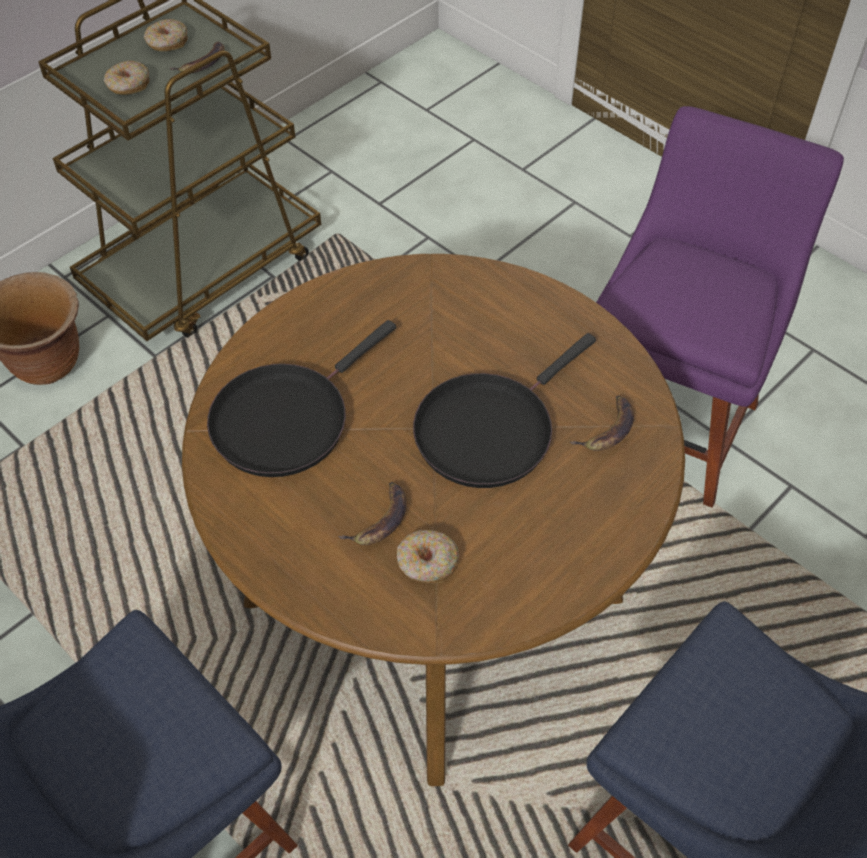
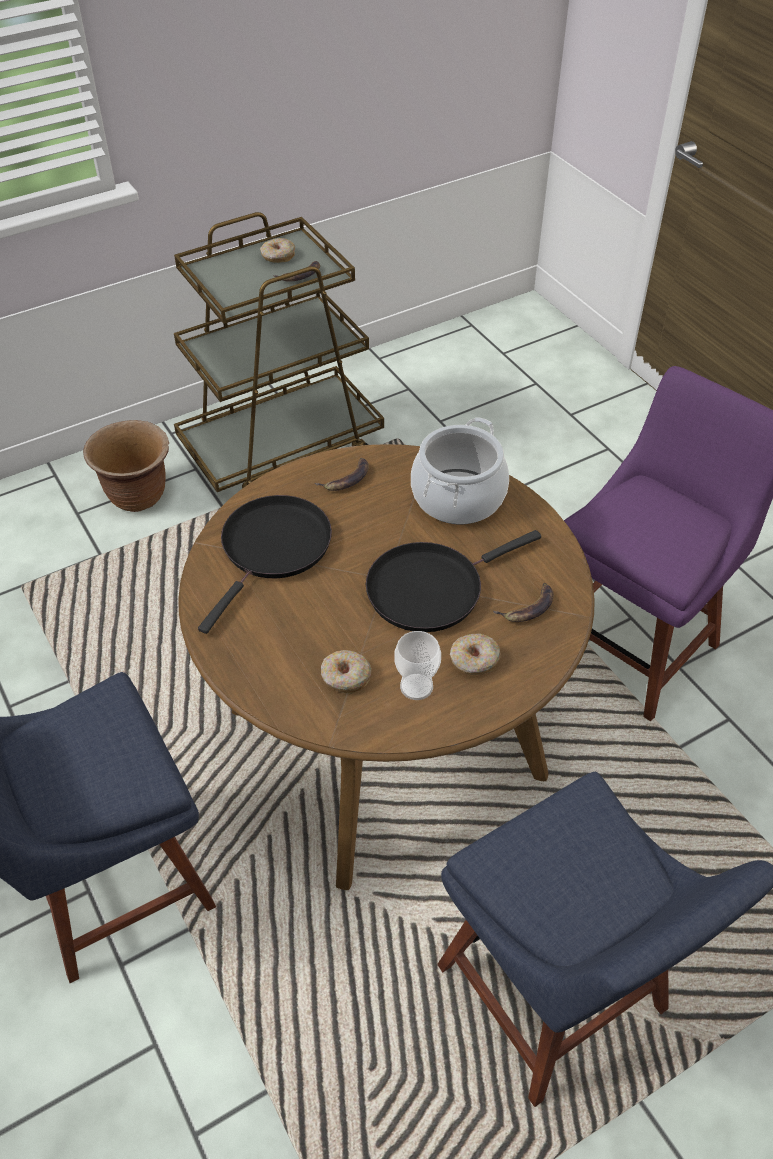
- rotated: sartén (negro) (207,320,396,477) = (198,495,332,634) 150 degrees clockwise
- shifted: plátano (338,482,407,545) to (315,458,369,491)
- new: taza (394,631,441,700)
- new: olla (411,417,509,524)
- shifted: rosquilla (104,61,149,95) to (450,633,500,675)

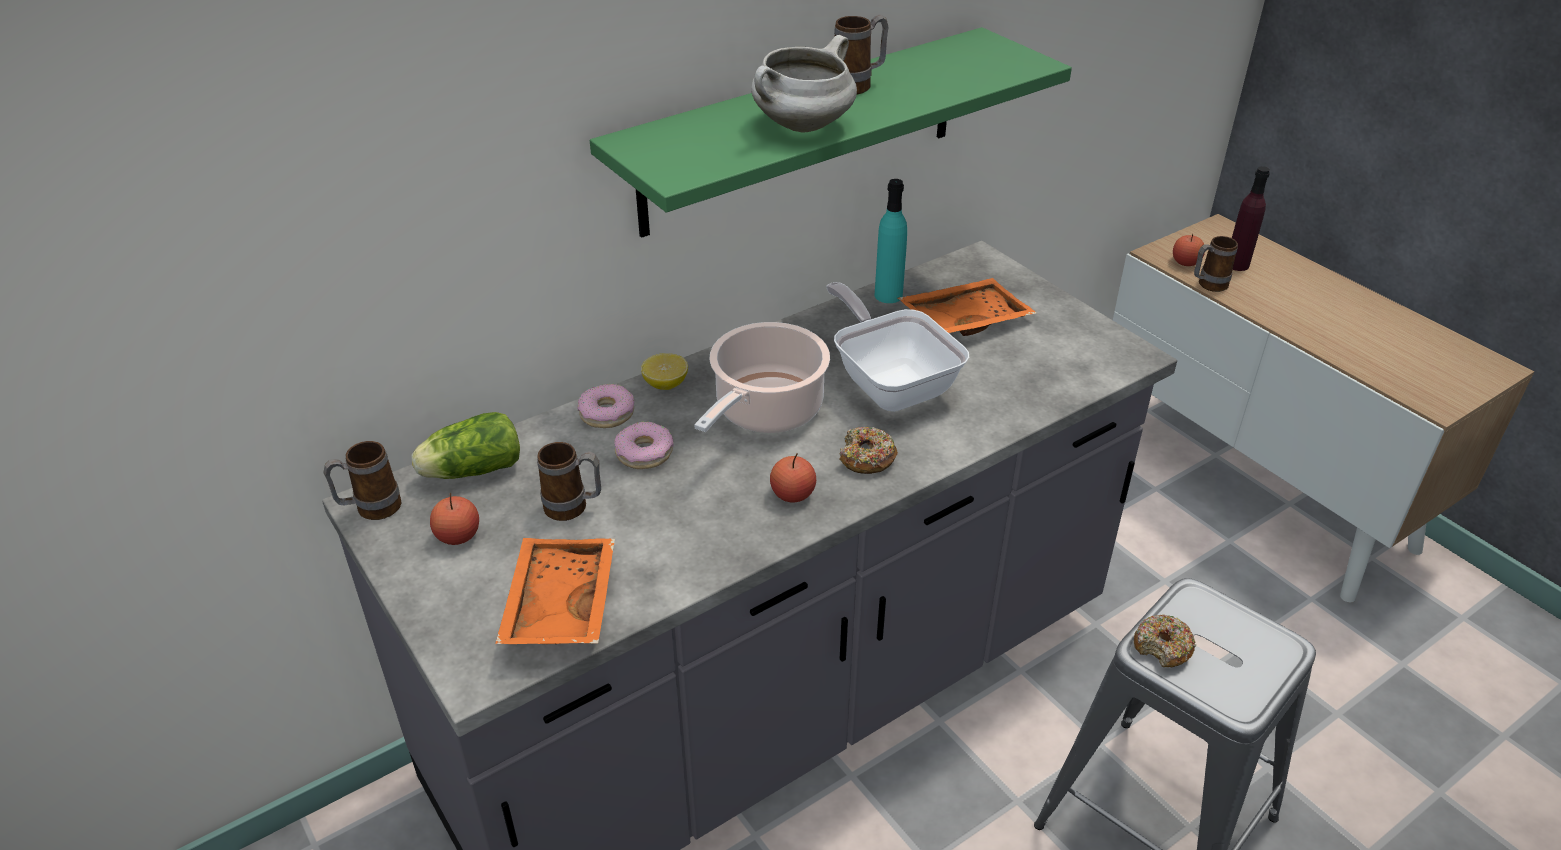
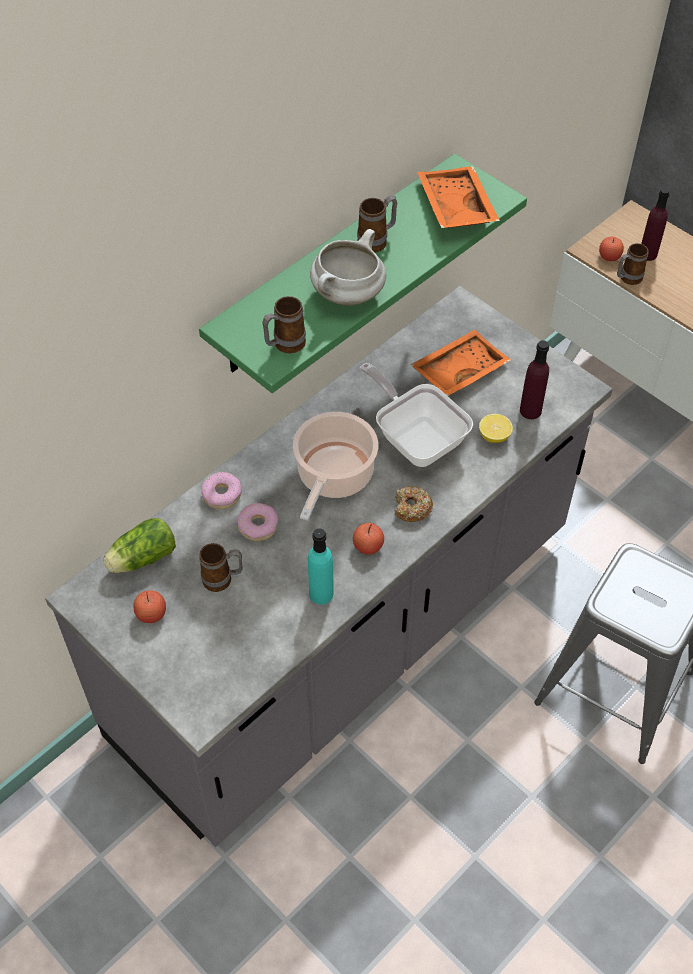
- shifted: taza grande (323,441,402,520) to (262,296,306,354)
- shifted: botella (turquesa) (875,179,907,303) to (308,528,333,605)
- shifted: bandeja (naranja) (495,538,615,644) to (417,166,500,228)
- shifted: limón (641,353,688,390) to (479,414,513,443)
- new: botella (morado) (520,340,549,419)
- gone: rosquilla (1134,614,1196,667)

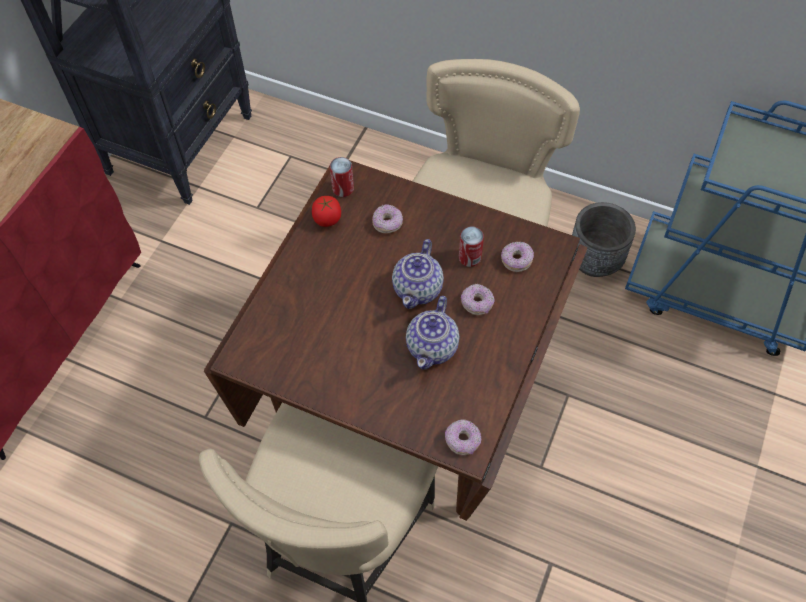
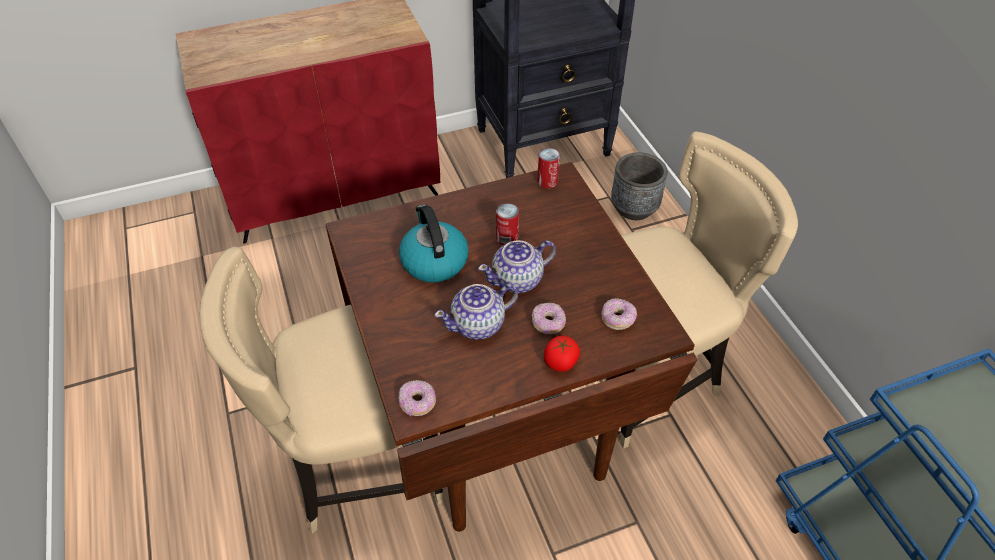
- new: hervidor (399,204,469,283)
- shifted: lata (459,227,484,267) to (496,203,519,245)
- shifted: tomate (312,196,341,227) to (544,336,580,372)
- shifted: maceta (gris) (572,202,636,277) to (611,152,668,220)
- gone: rosquilla (372,204,403,234)

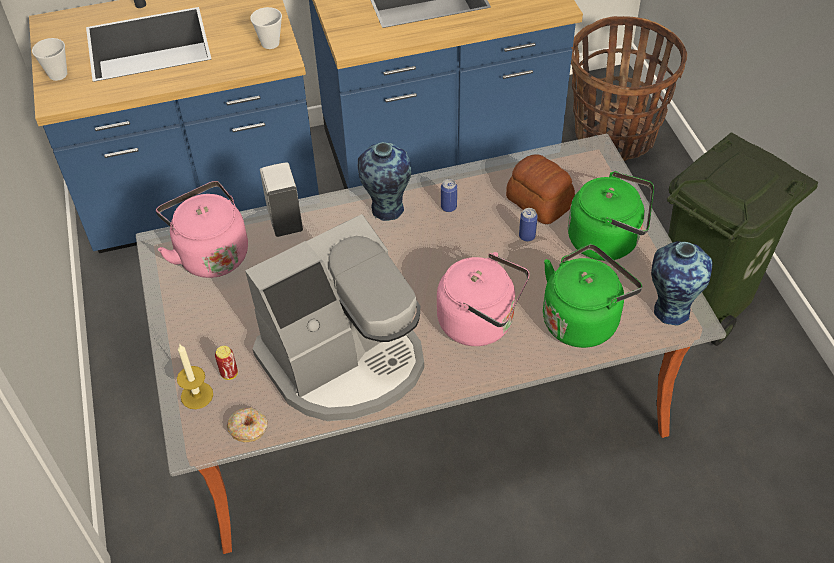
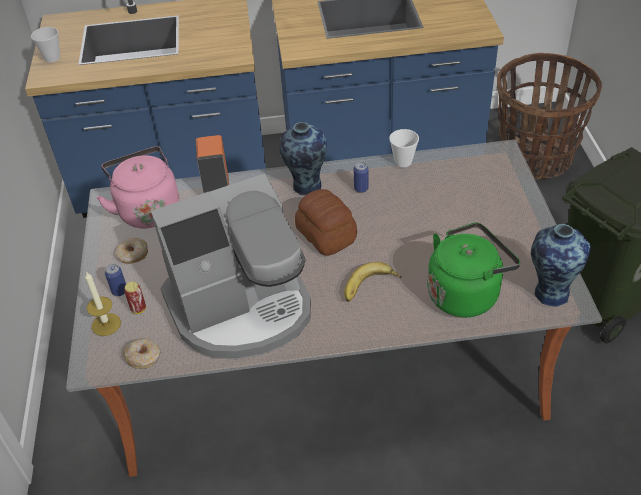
- shifted: lata (519,208,538,242) to (105,264,126,296)
- new: rosquilla (115,238,148,264)
- repainted: dispensador de jabón (blanco) (260,162,303,237) to dispensador de jabón (naranja) (196,135,229,193)
- shifted: pan (506,155,575,224) to (295,189,357,256)
- swapped: hervidor (rosa) (437,252,529,346) to plátano (344,262,401,302)
- shifted: taza (250,7,282,49) to (389,129,419,167)
- gone: hervidor (verde) (568,171,654,261)

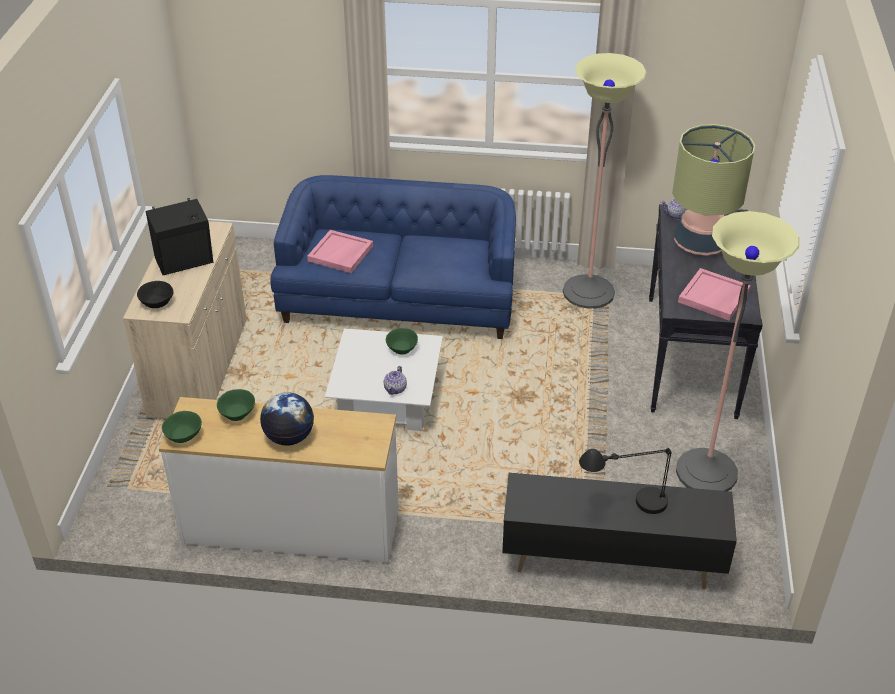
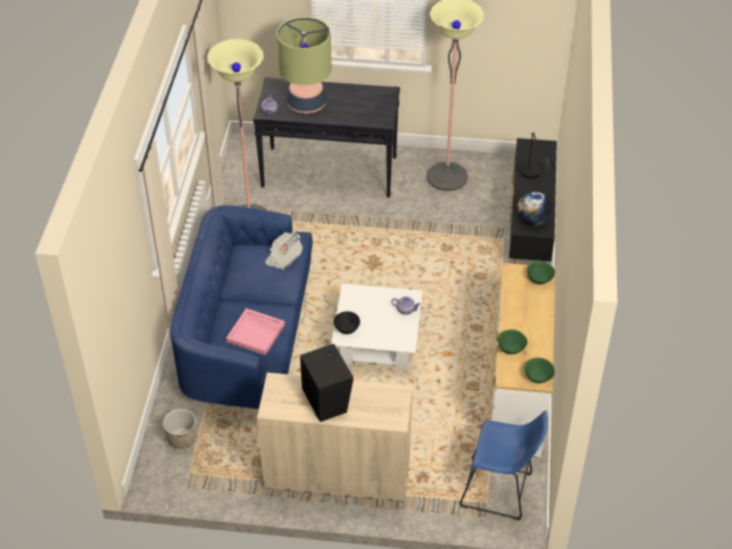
- new: maceta (163,409,197,448)
- new: periódico (265,232,302,270)
- shifted: cuenco (negro) (137,281,174,308) to (334,311,360,334)
- new: taburete (azul) (460,410,548,520)
- shifted: globo terráqueo (260,392,314,446) to (517,192,552,226)
- shifted: cuenco (verde) (386,328,418,355) to (527,261,555,285)
- gone: bandeja (rosa) (678,268,751,320)

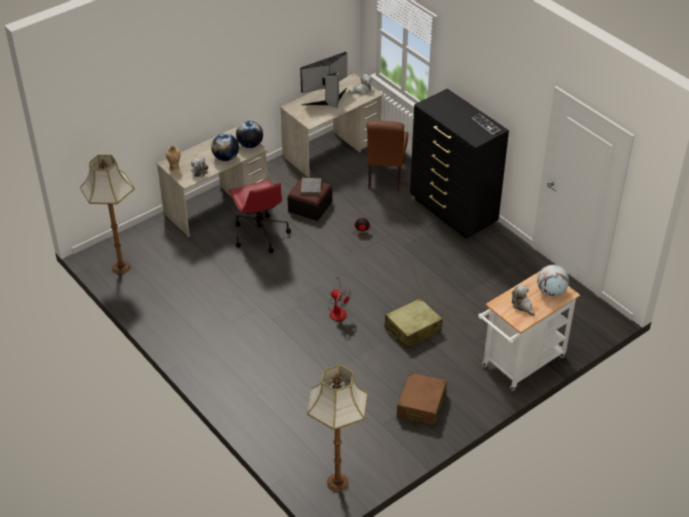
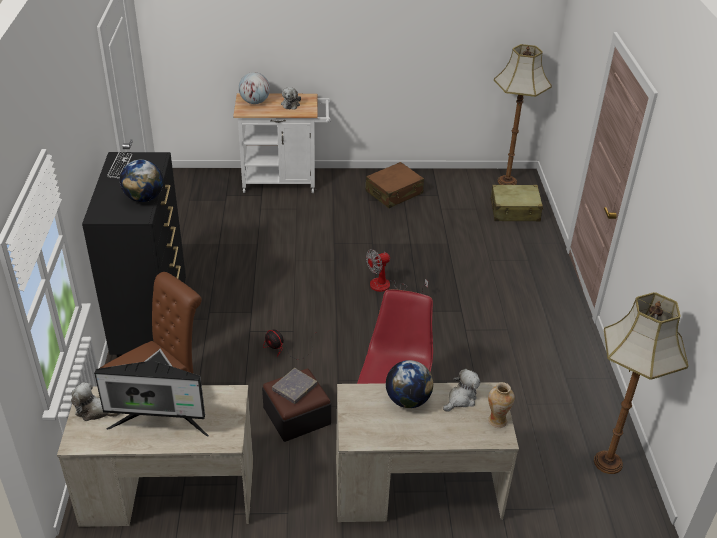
- shifted: globo terráqueo (236,121,263,148) to (120,159,163,202)
- rotated: ventilador (328,274,351,321) = (366,249,428,294) 105 degrees counterclockwise
- shifted: maleta (beis) (384,298,443,349) to (491,185,543,221)

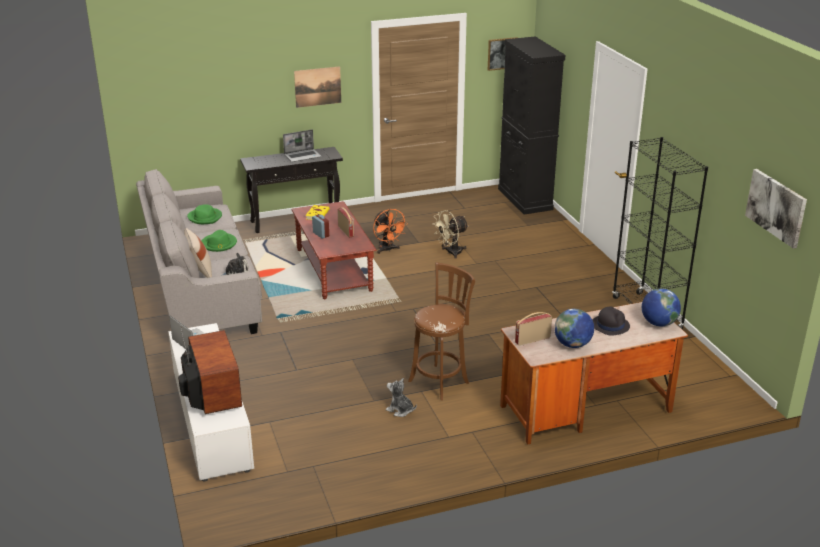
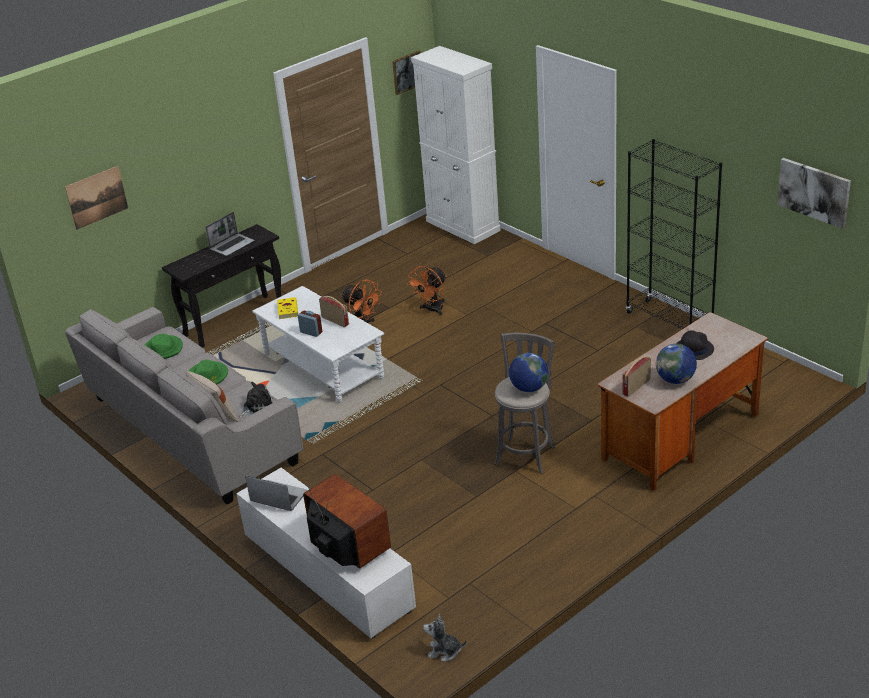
- shifted: cuadro (294,66,341,108) to (65,166,128,230)
- repainted: mesa de centro (marrón) (292,201,377,299) to mesa de centro (blanco) (252,286,384,403)
- repainted: ventilador (beis) (433,210,468,258) to ventilador (naranja) (407,266,447,315)
- repainted: armario (negro) (498,36,565,215) to armario (blanco) (411,46,501,244)
- shifted: peluche (386,378,417,417) to (423,614,467,662)
- repainted: taburete (marrón) (408,262,475,400) to taburete (gris) (495,333,555,474)
- shifted: globo terráqueo (642,288,681,326) to (509,353,548,392)

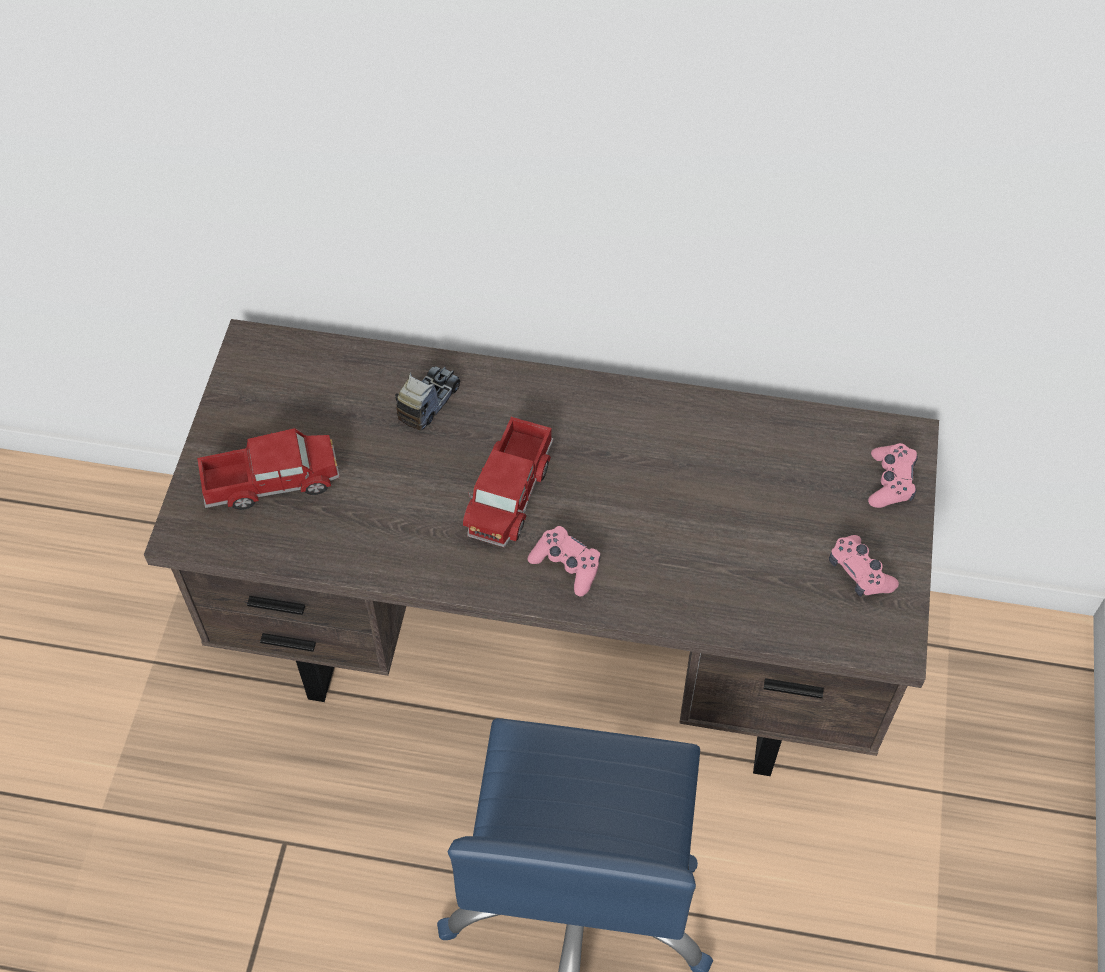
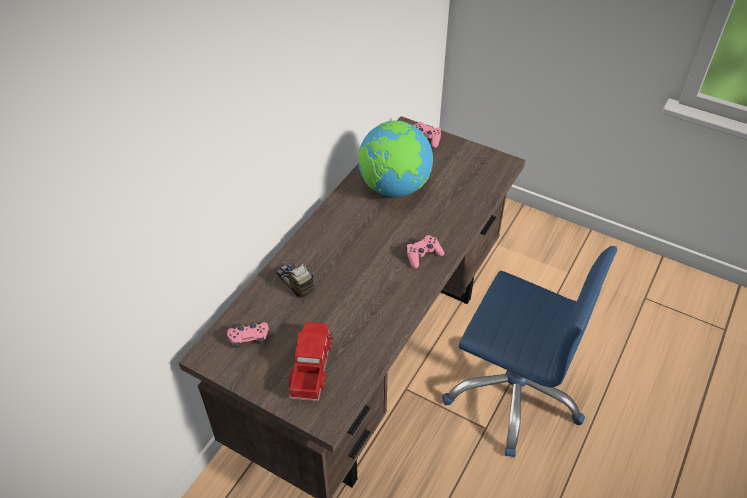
- shifted: mando de consola (rosa) (829,535,899,597) to (227,322,269,348)
- new: globo terráqueo (358,121,433,197)
- gone: camión de juguete (463,417,554,547)

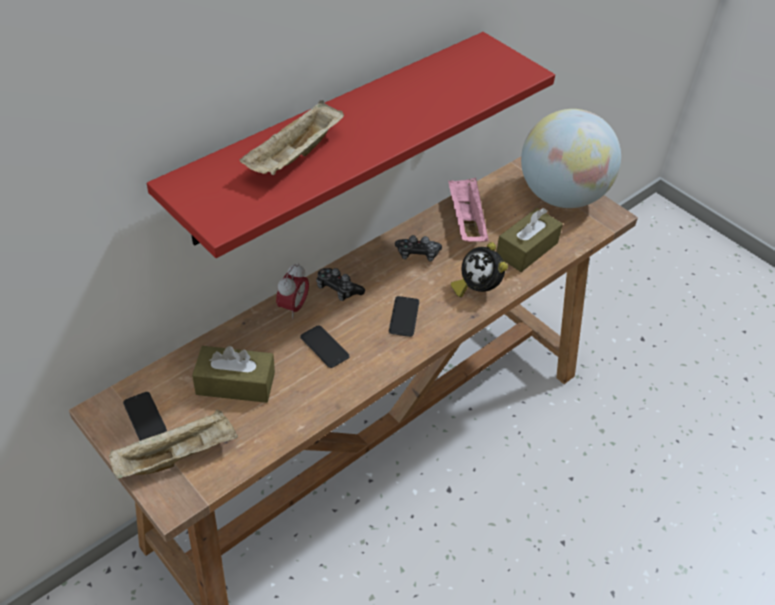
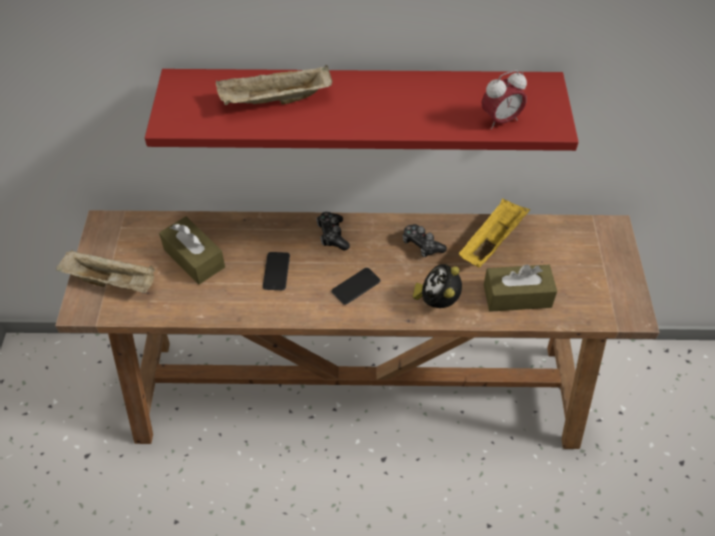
- repainted: bandeja (rosa) (449,178,488,242) to bandeja (amarillo) (459,199,530,268)
- shifted: despertador (276,263,309,319) to (481,70,527,129)
- gone: móvil (123,392,167,441)
- gone: globo terráqueo (521,109,621,208)

